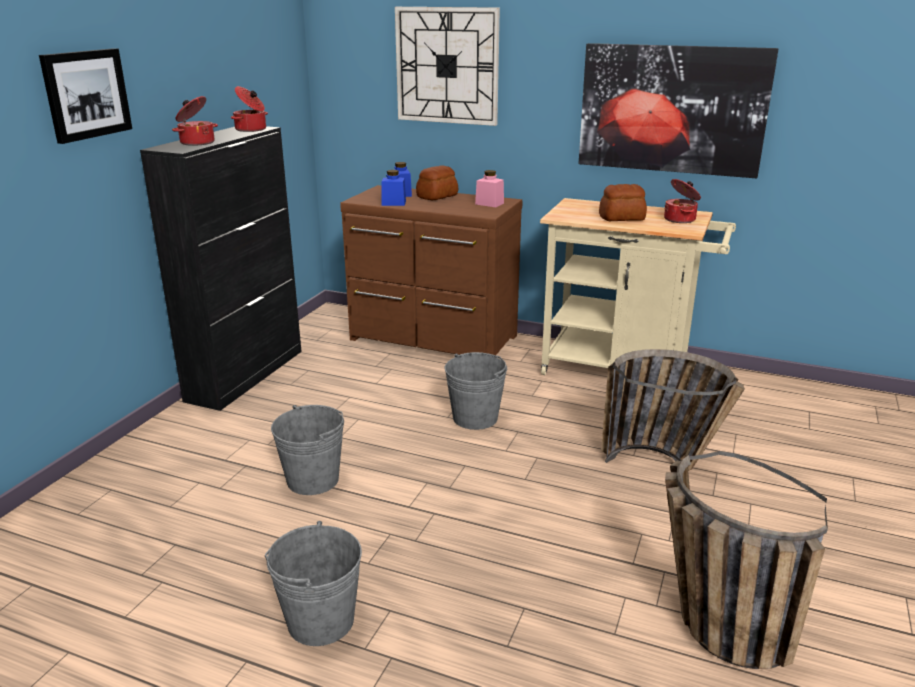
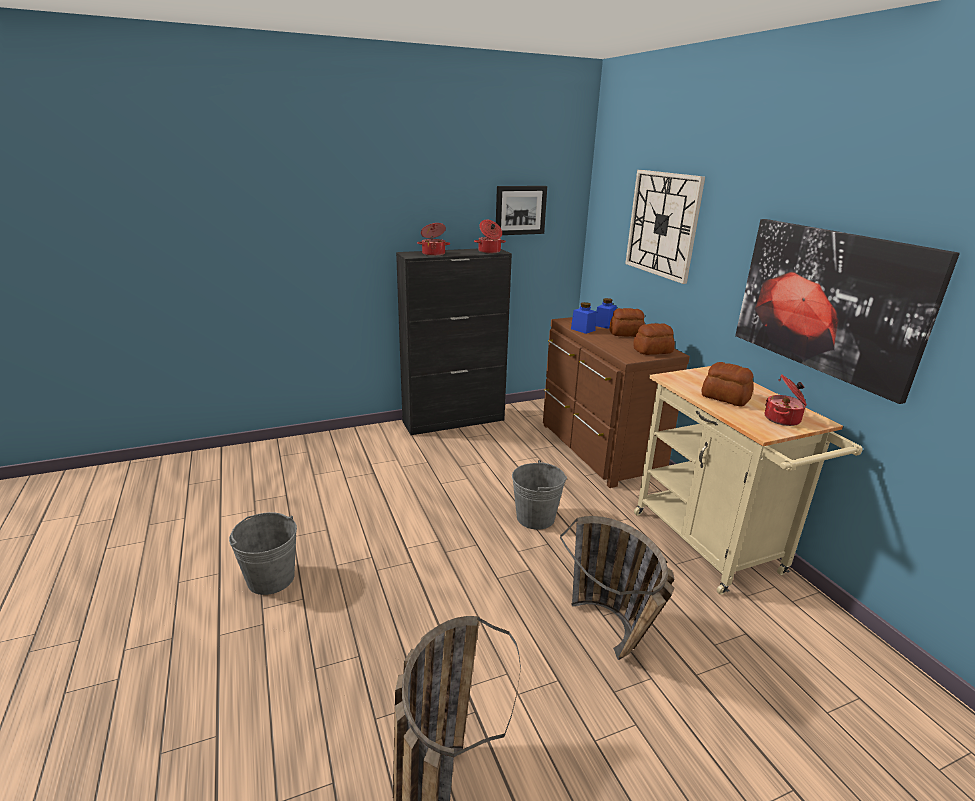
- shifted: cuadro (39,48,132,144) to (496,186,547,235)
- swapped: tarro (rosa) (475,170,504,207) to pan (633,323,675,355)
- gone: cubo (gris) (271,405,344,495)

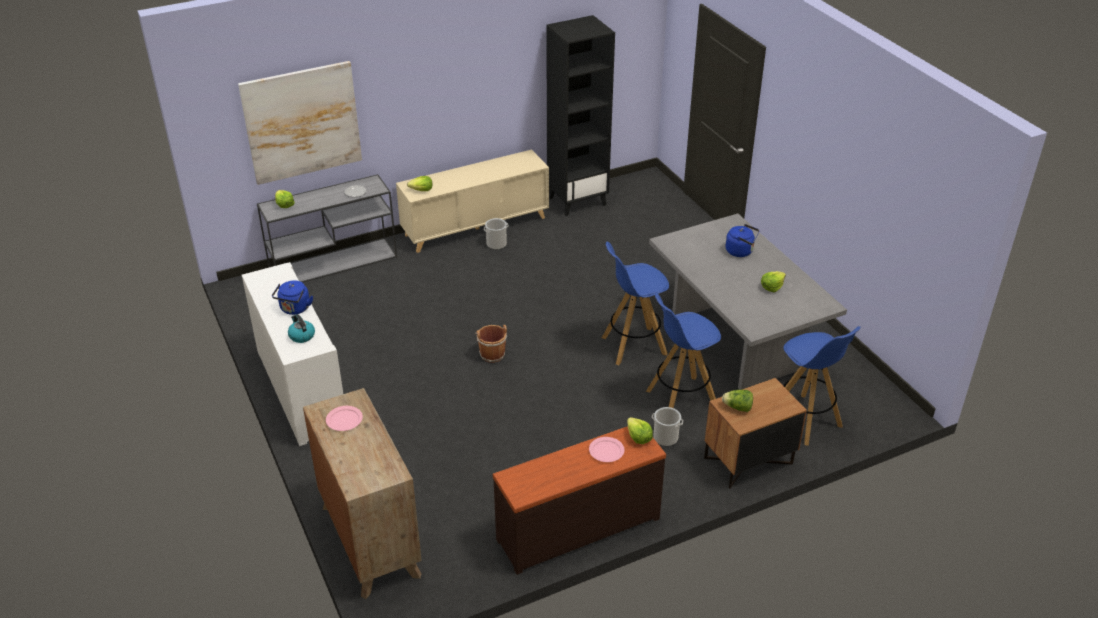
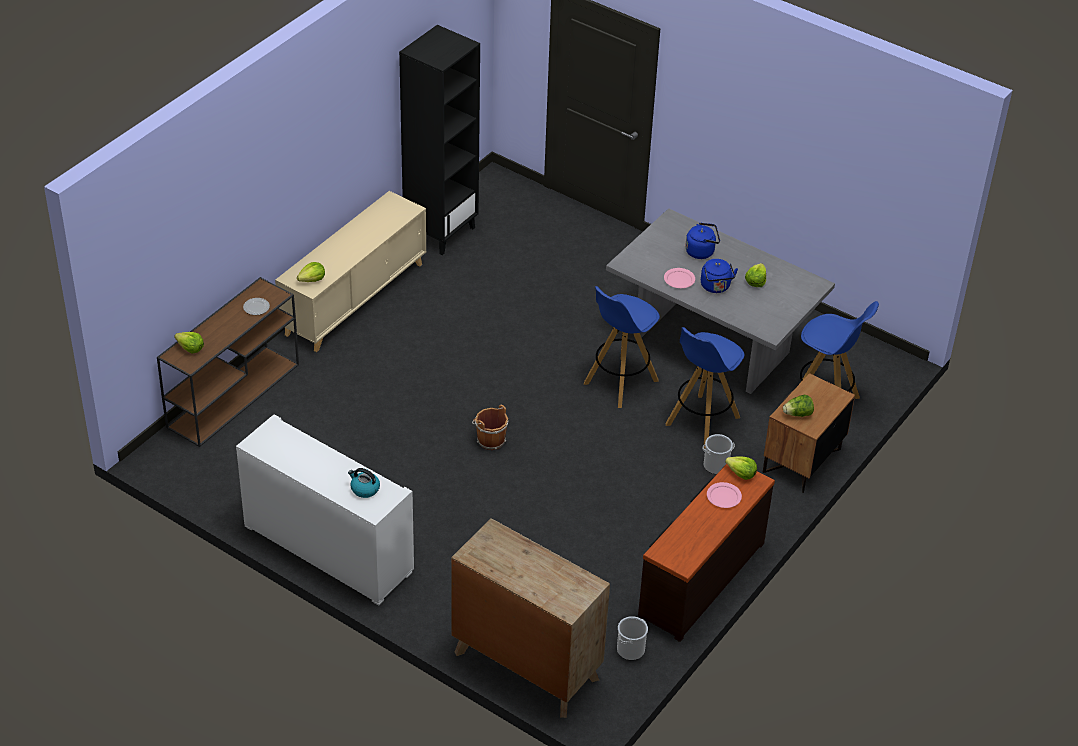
- repainted: mesa consola (gris) (257,174,397,283) to mesa consola (marrón) (157,277,299,447)
- shifted: cubo (484,218,508,250) to (617,616,648,660)
- shifted: plato (rosa) (326,406,363,431) to (664,268,695,288)
- shifted: hervidor (azul) (272,280,313,315) to (701,259,738,293)
- gone: cuadro (238,61,362,185)

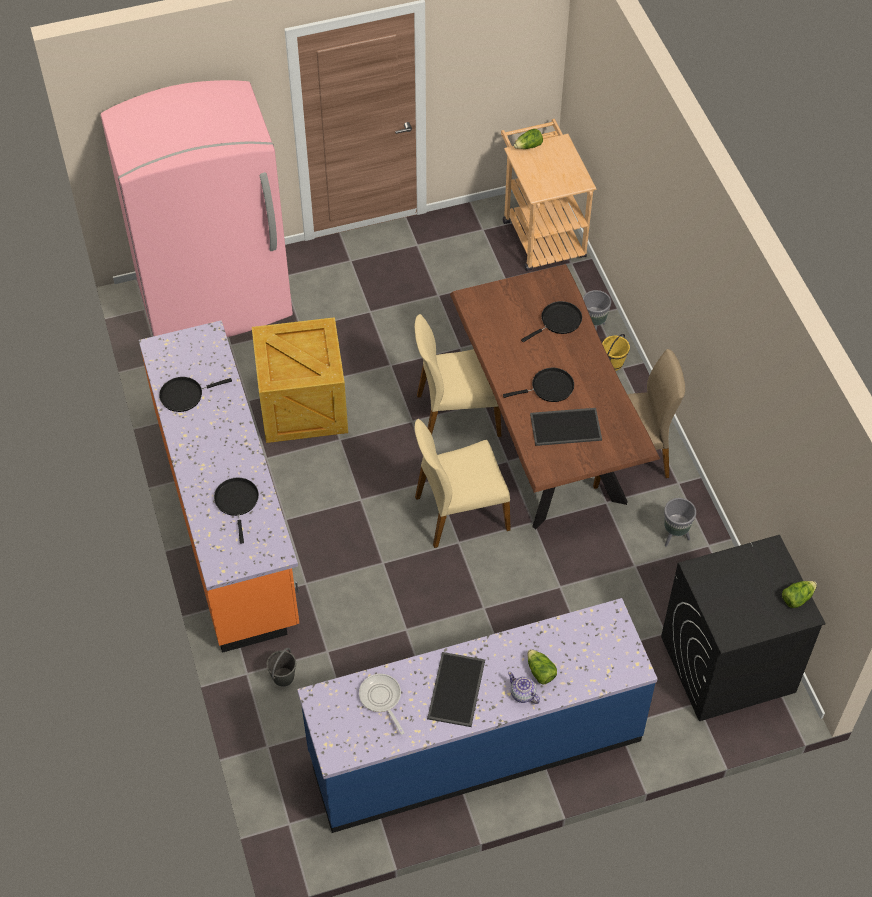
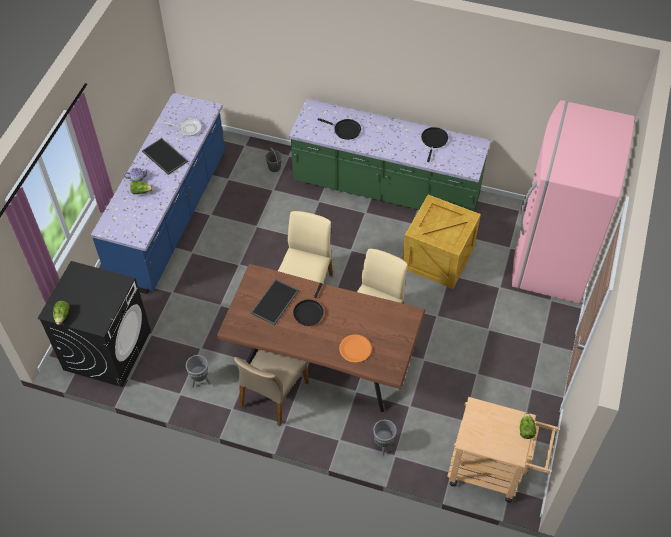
- repainted: mueble bajo de cocina (naranja) (139,320,299,653) to mueble bajo de cocina (verde) (289,99,491,211)
- swapped: sartén (negro) (521,301,582,342) to plato (naranja) (339,334,372,363)
- gone: cubo (amarillo) (602,334,630,371)

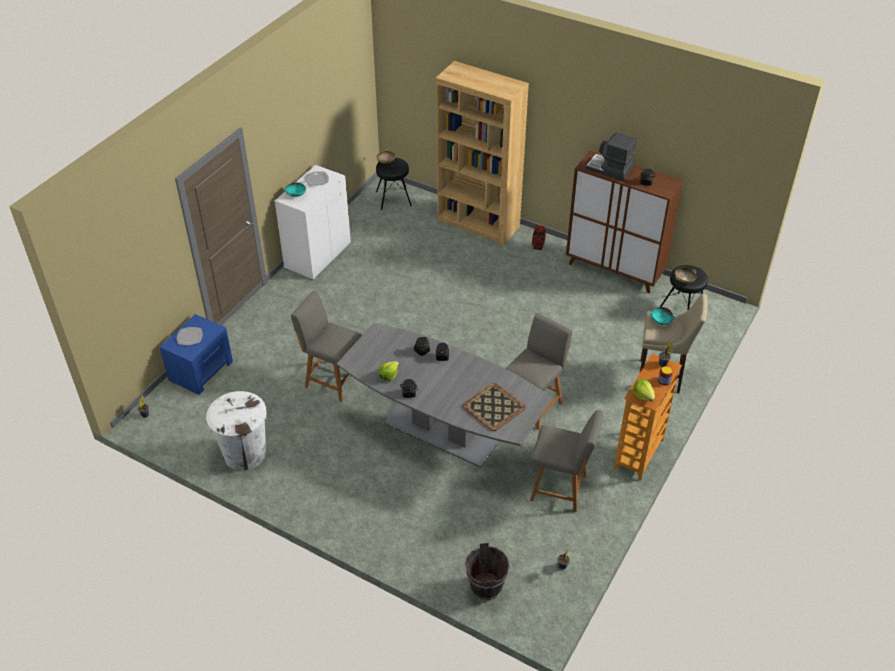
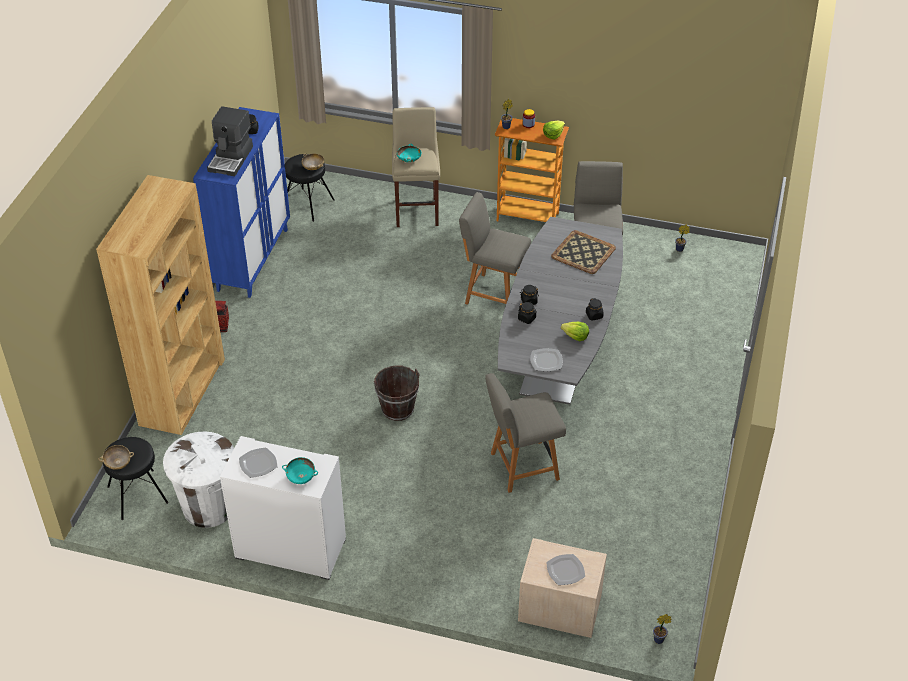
- shifted: papelera (blanco) (206,391,267,470) to (163,432,234,528)
- repainted: armario (marrón) (566,151,683,293) to armario (azul) (193,107,290,298)
- shifted: cubo (marrón) (465,543,510,600) to (373,365,420,421)
- rotated: silla (gris) (291,291,362,402) = (485,373,566,493) 60 degrees clockwise
- repainted: mesita de noche (azul) (160,314,233,395) to mesita de noche (beis) (518,538,607,638)
- new: plato (530,348,563,371)

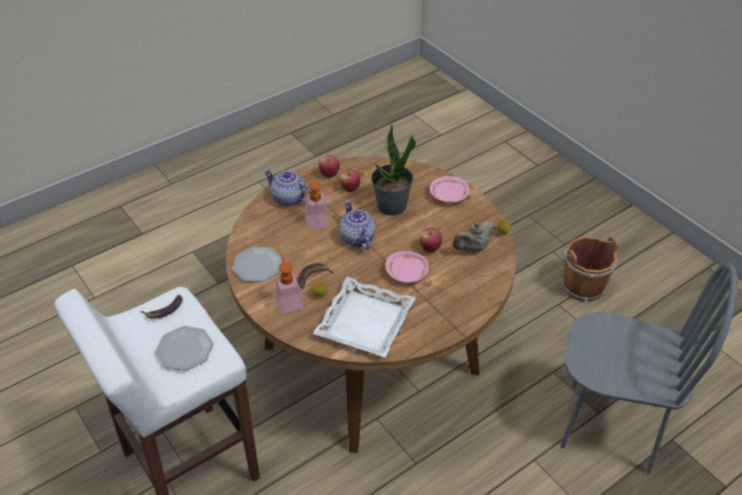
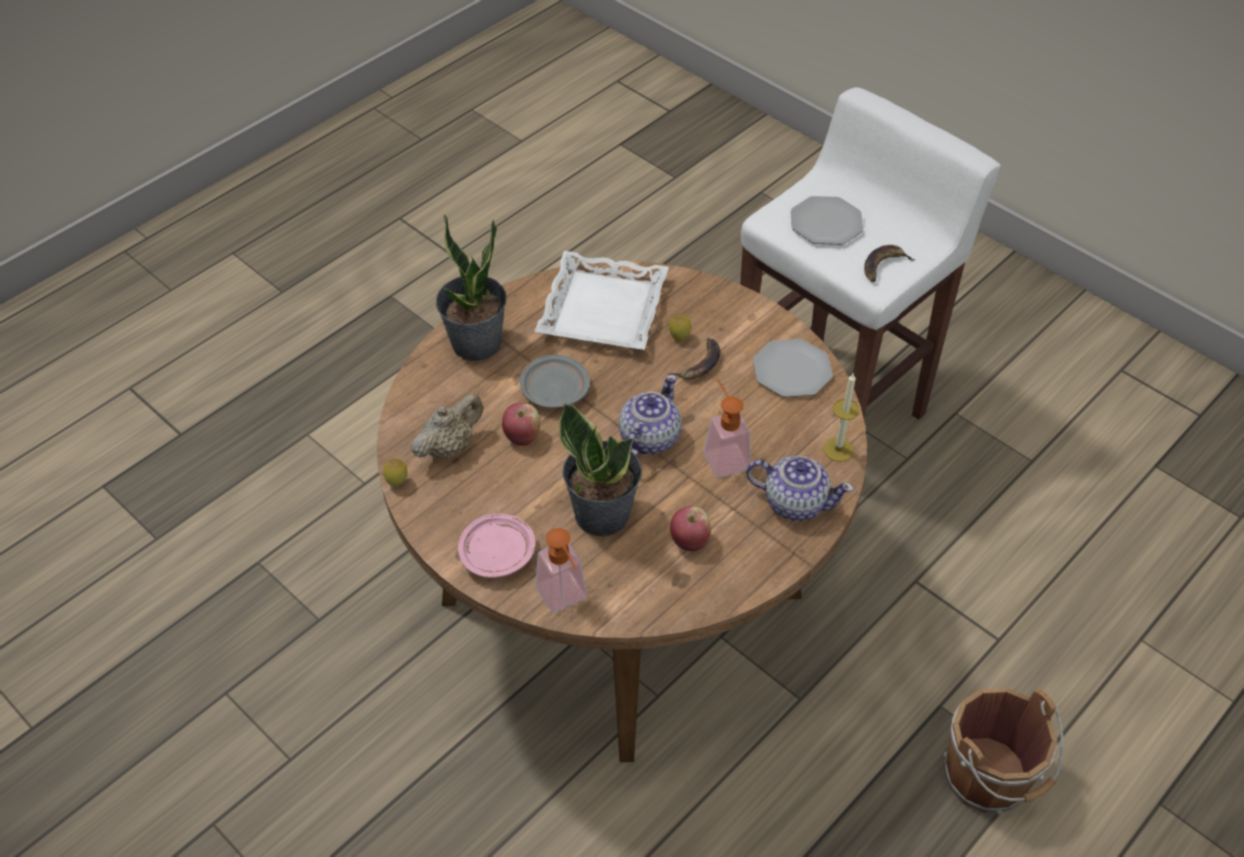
- new: planta en maceta (436,214,506,361)
- repainted: plato (rosa) (385,251,429,283) to plato (gris) (520,355,590,408)
- shifted: dispensador de jabón (276,252,303,314) to (536,528,587,612)
- rotated: tetera (339,200,376,250) = (619,374,681,456) 120 degrees counterclockwise
- new: vela (823,374,860,462)
- shifted: cubo (marrón) (560,236,619,302) to (943,688,1064,815)
- gone: manzana (319,155,340,178)
- gone: silla (gris) (560,263,738,474)

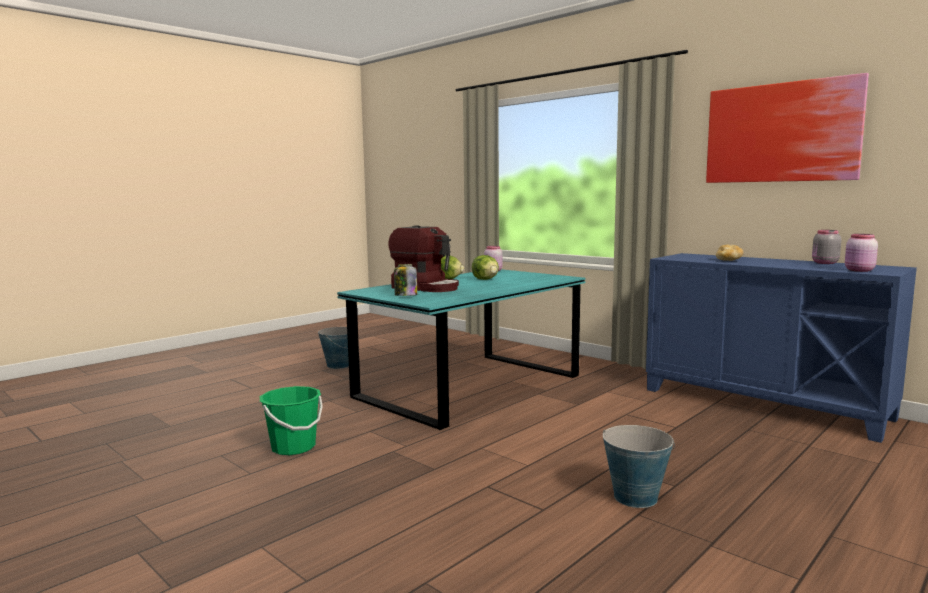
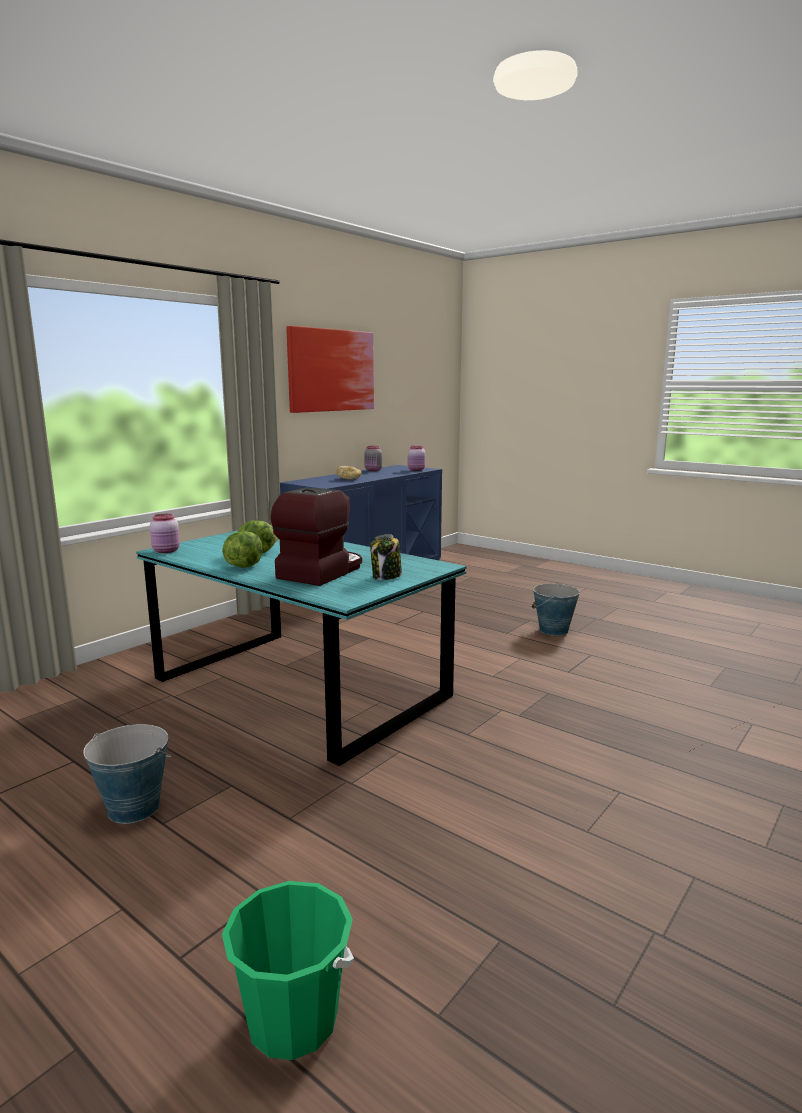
- shifted: cubo (verde) (260,386,323,455) to (222,881,354,1060)

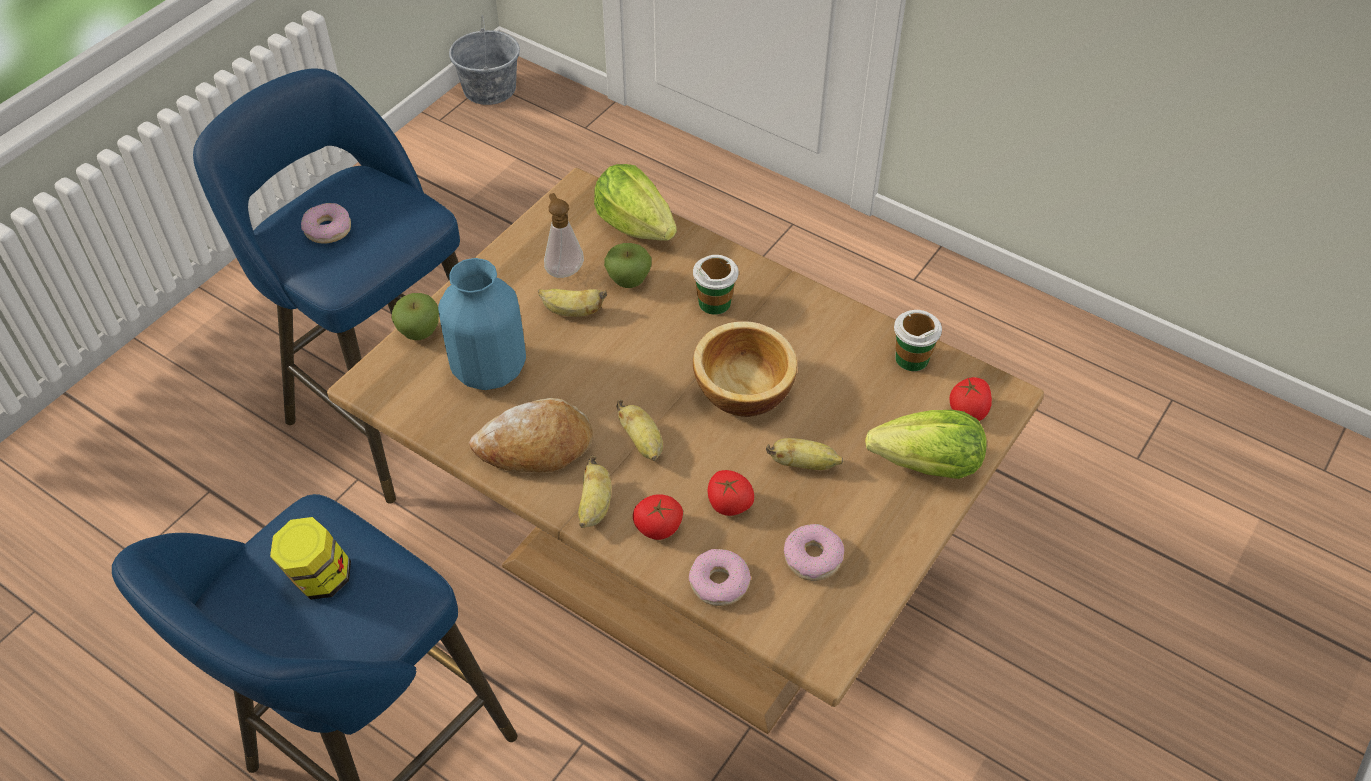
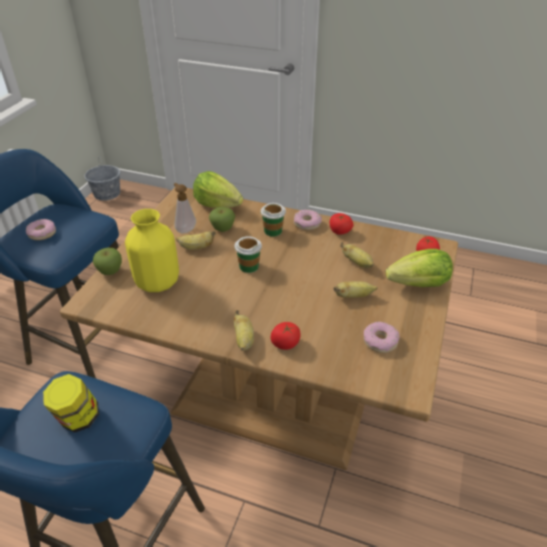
- repainted: florero (azul) (438,258,526,390) to florero (amarillo) (125,209,179,292)
- shifted: taza (894,310,942,371) to (234,236,262,273)
- shifted: rosquilla (689,549,751,606) to (294,209,322,230)
- shifted: tomate (708,470,754,516) to (330,213,353,235)
- shifted: plátano (616,400,663,461) to (340,242,374,268)
- gone: pan (469,398,593,472)
- gone: cuenco (693,321,797,417)

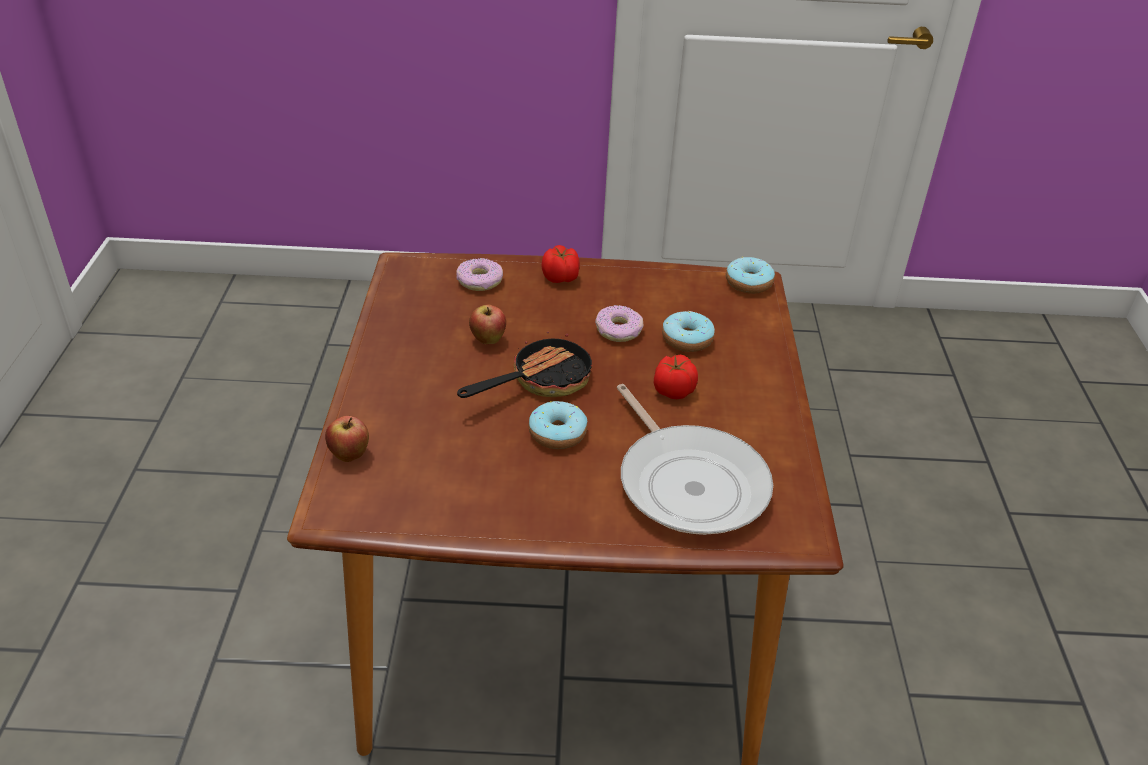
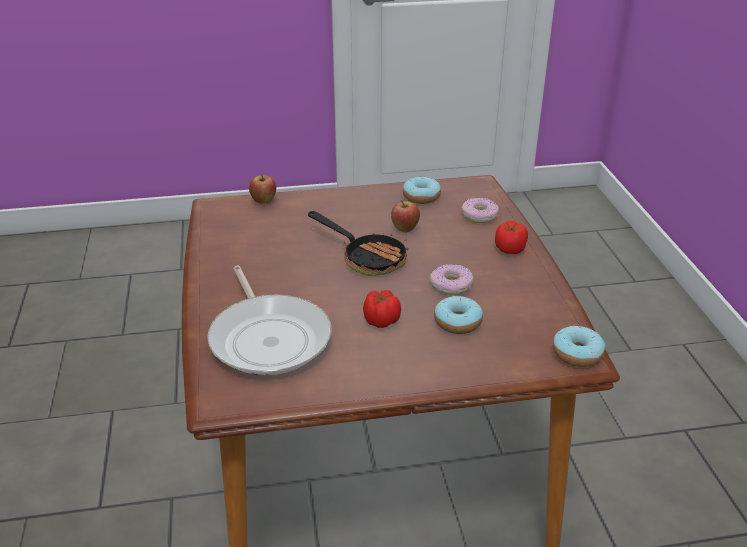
- rotated: sartén (617,384,773,535) = (207,266,332,375) 75 degrees counterclockwise
- shifted: rosquilla (529,401,587,449) to (403,176,441,204)

